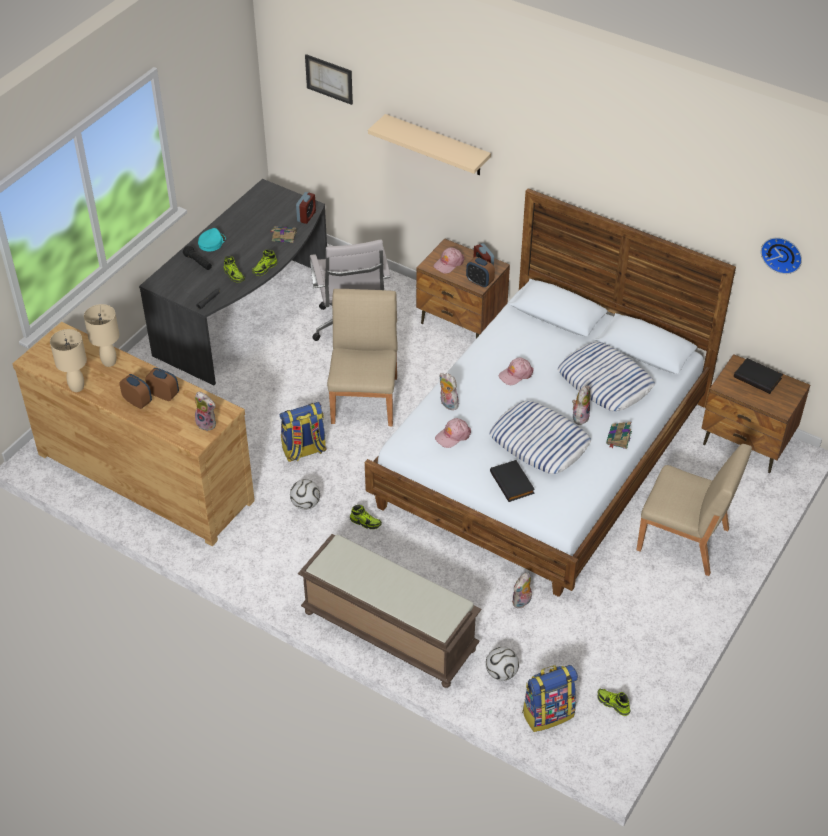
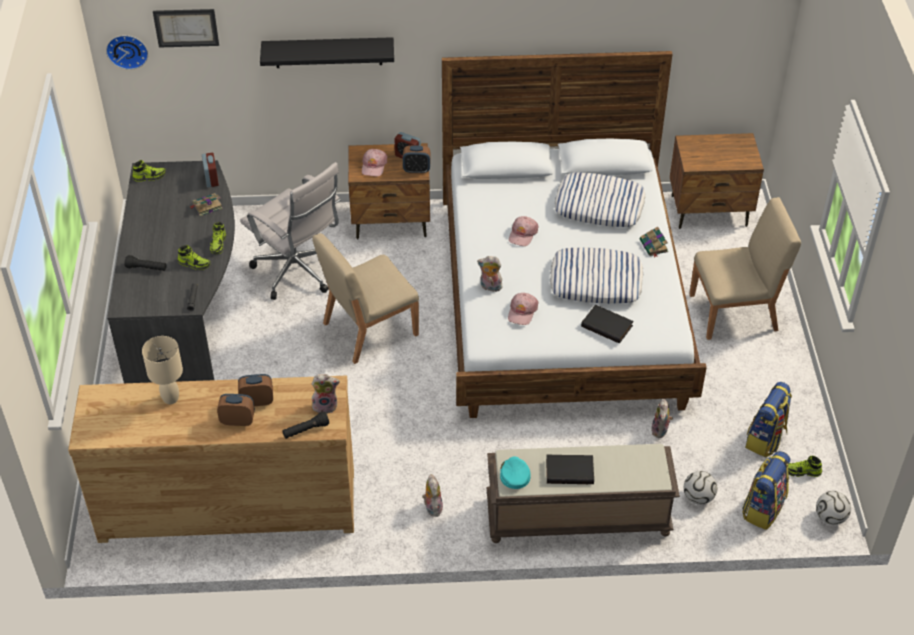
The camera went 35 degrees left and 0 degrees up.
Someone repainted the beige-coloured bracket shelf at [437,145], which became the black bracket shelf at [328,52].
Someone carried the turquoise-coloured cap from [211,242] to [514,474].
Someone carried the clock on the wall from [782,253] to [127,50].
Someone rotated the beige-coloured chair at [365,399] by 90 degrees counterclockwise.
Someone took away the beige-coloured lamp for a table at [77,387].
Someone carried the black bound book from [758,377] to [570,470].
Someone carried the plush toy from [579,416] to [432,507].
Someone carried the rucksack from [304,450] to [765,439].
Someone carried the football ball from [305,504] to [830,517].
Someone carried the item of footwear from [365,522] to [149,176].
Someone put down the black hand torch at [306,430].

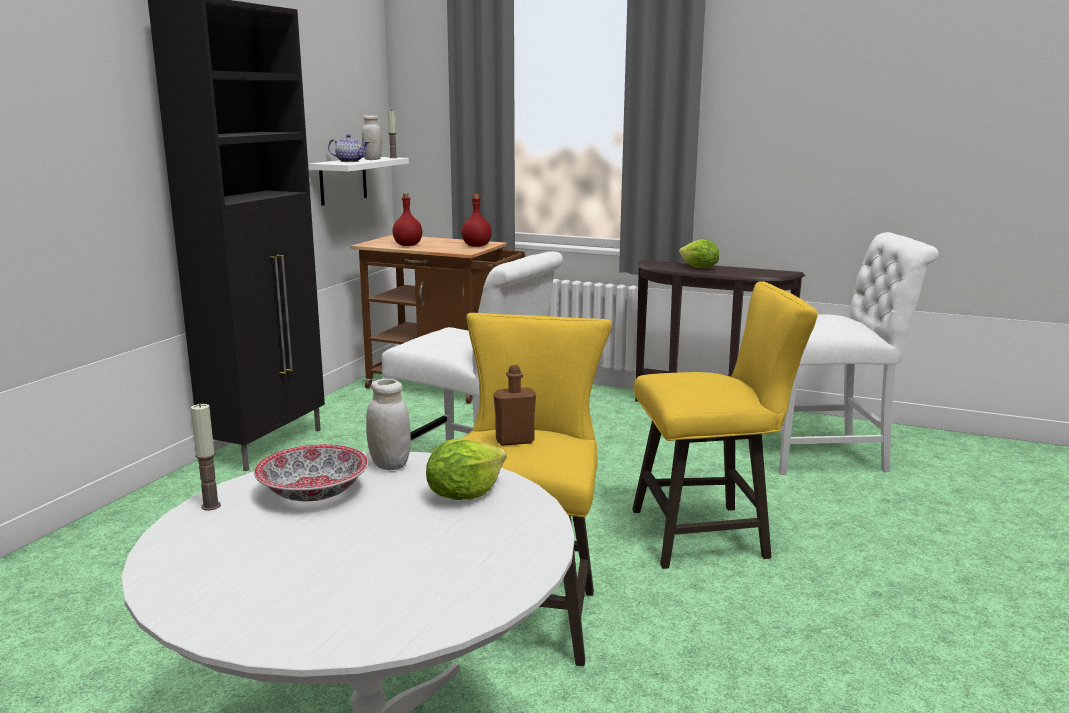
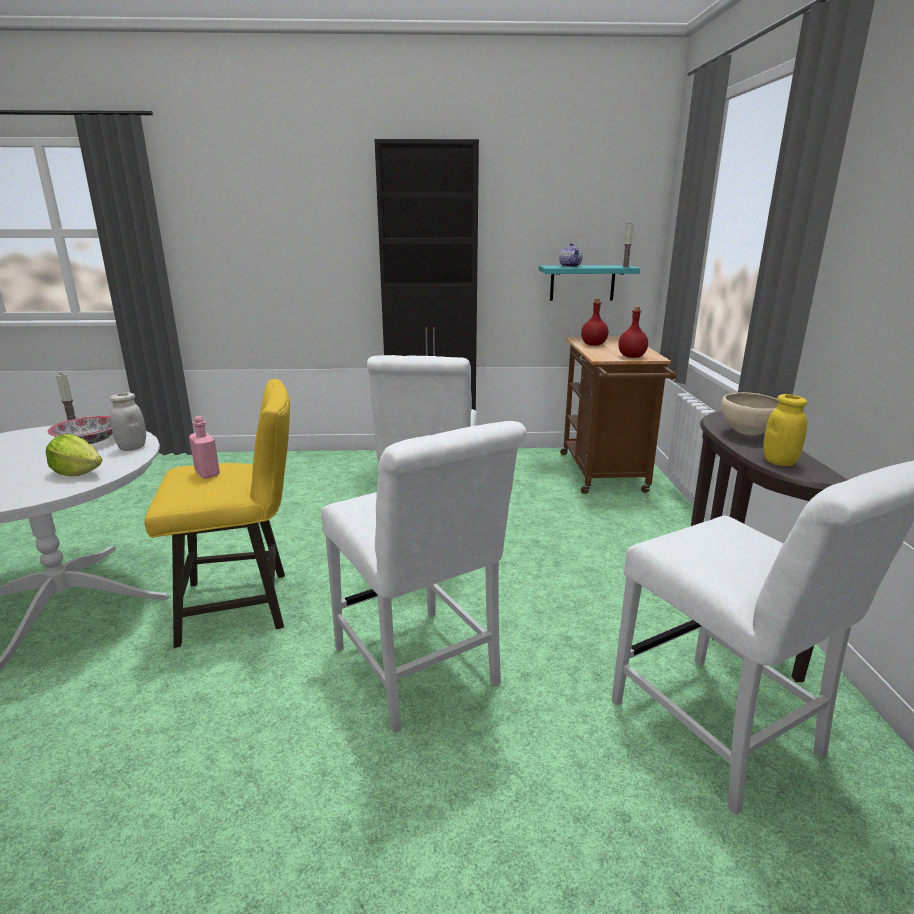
The camera went 65 degrees right and 5 degrees up.
Someone took away the whitish preserve jar at [373,159].
Someone repainted the whitish bracket shelf at [343,180], which became the turquoise-coloured bracket shelf at [582,283].
Someone swapped the lettuce head at [699,268] for the beige-coloured deep dish at [747,434].
Someone swapped the yellow sitting stool at [710,534] for the whitish chair at [419,671].
Someone repainted the brown beverage bottle at [515,441], which became the pink-coloured beverage bottle at [207,473].
Someone put down the yellow preserve jar at [779,462].

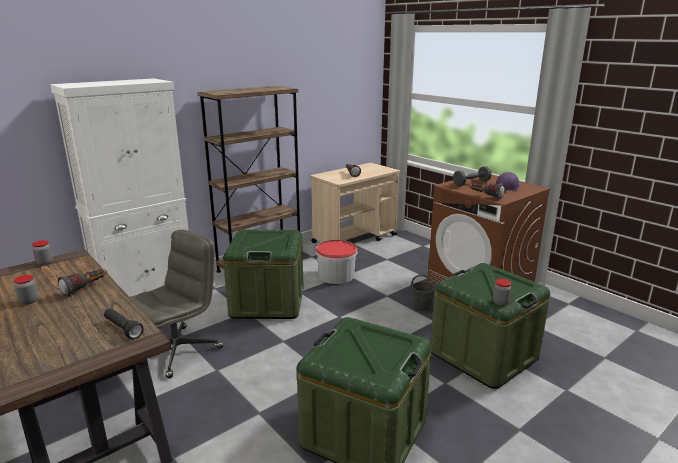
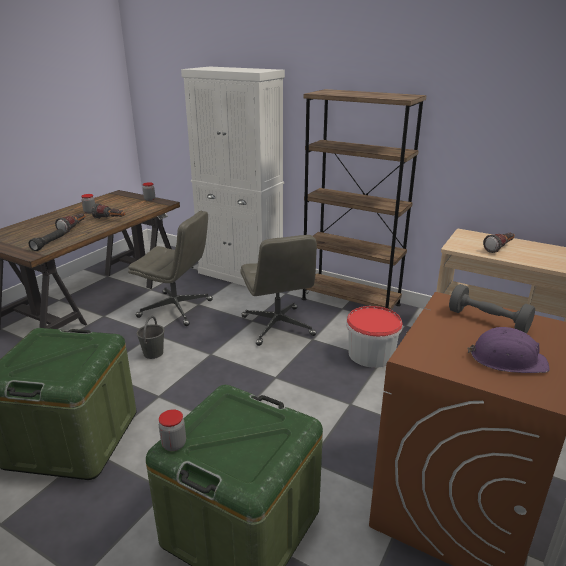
The camera went 70 degrees right and 5 degrees up.
Someone carried the hand torch from [485,196] to [74,228].
Someone swapped the green storage container at [267,302] for the gray desk chair at [278,326].
Someone carried the gray bucket from [422,306] to [153,353].

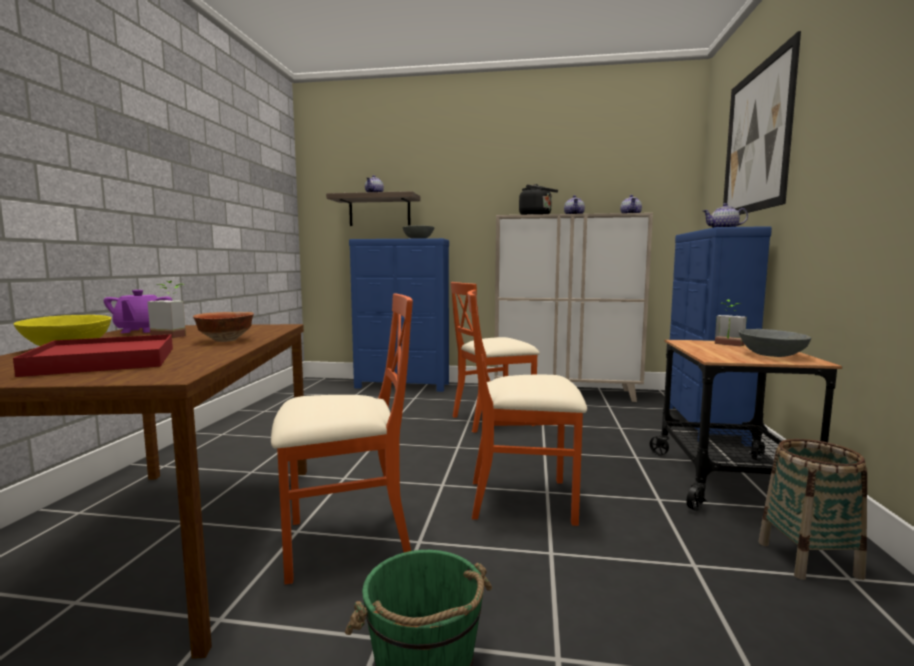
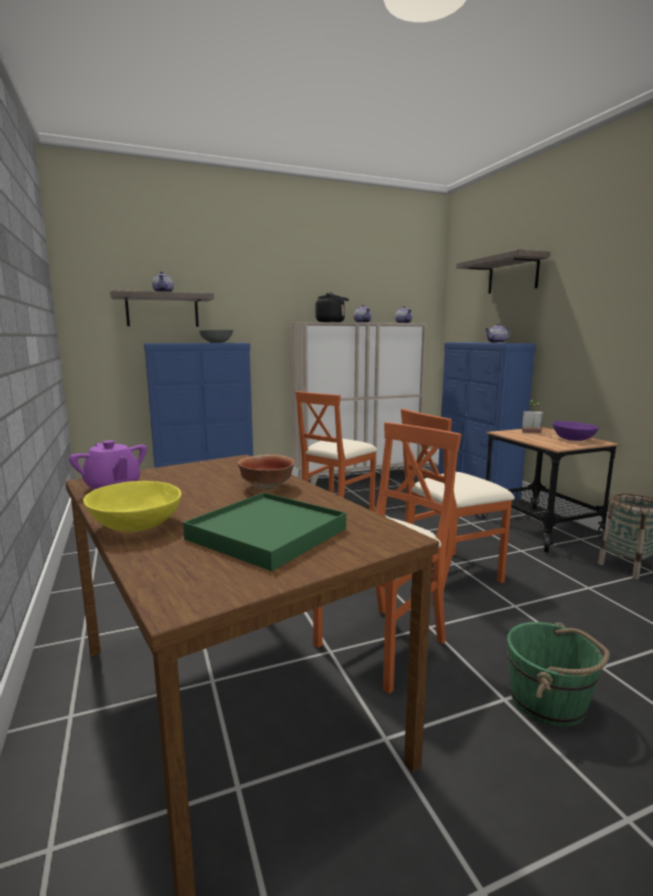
The camera went 30 degrees left and 5 degrees up.
Someone swapped the wall picture at [756,139] for the bracket shelf at [513,275].
Someone took away the plant in a pot at [173,335].
Someone repainted the gray deep dish at [770,355], which became the purple deep dish at [572,439].
Someone repainted the reddish tray at [104,361], which became the green tray at [266,534].

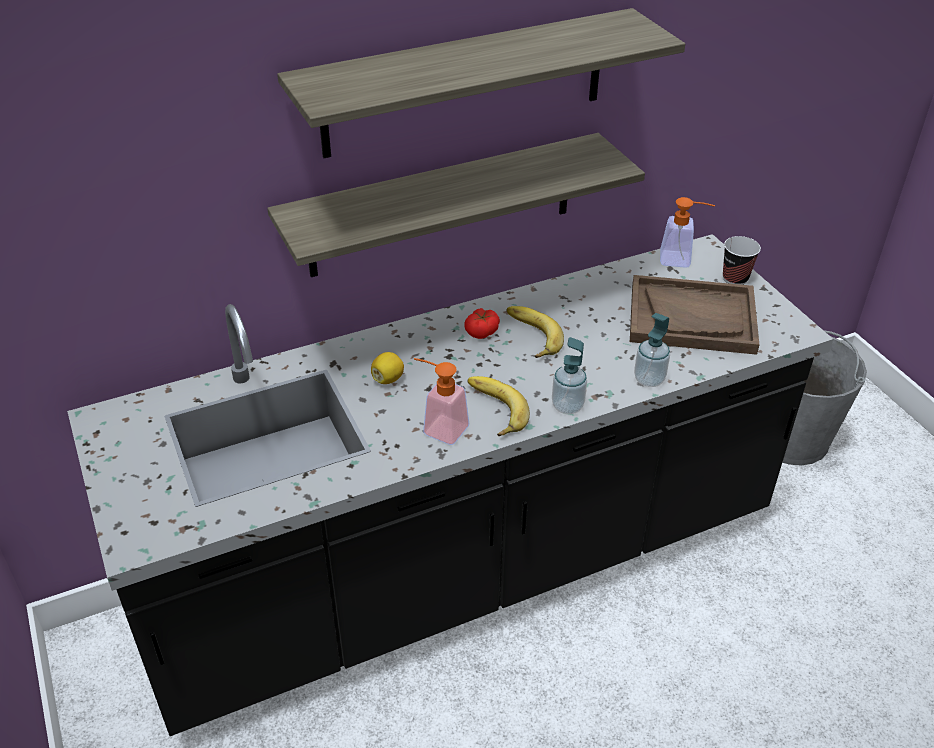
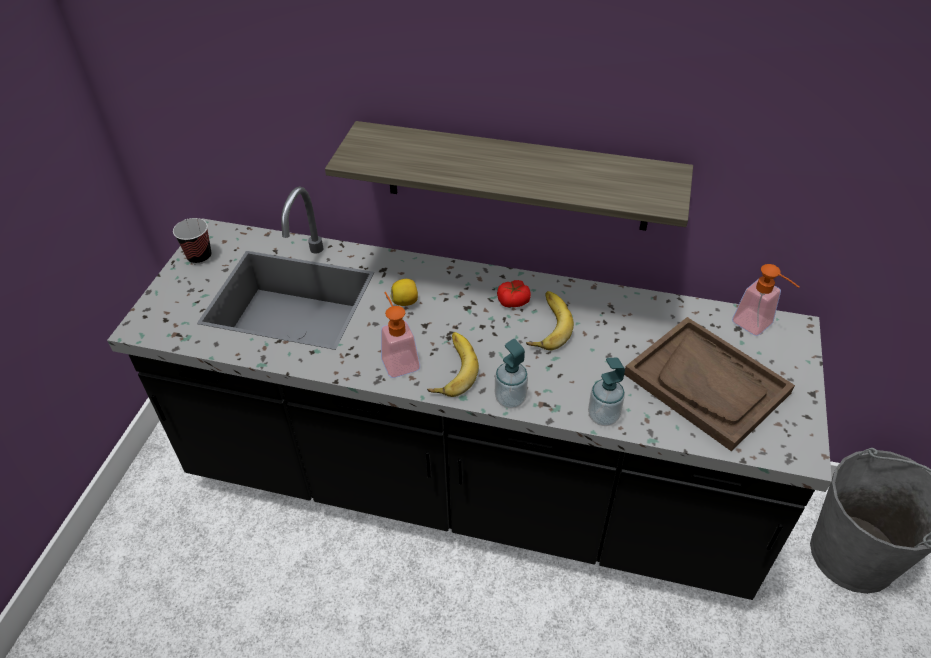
The camera went 40 degrees right and 5 degrees up.
Someone took away the bracket shelf at [465,83].
Someone carried the small cup from [735,278] to [199,257].

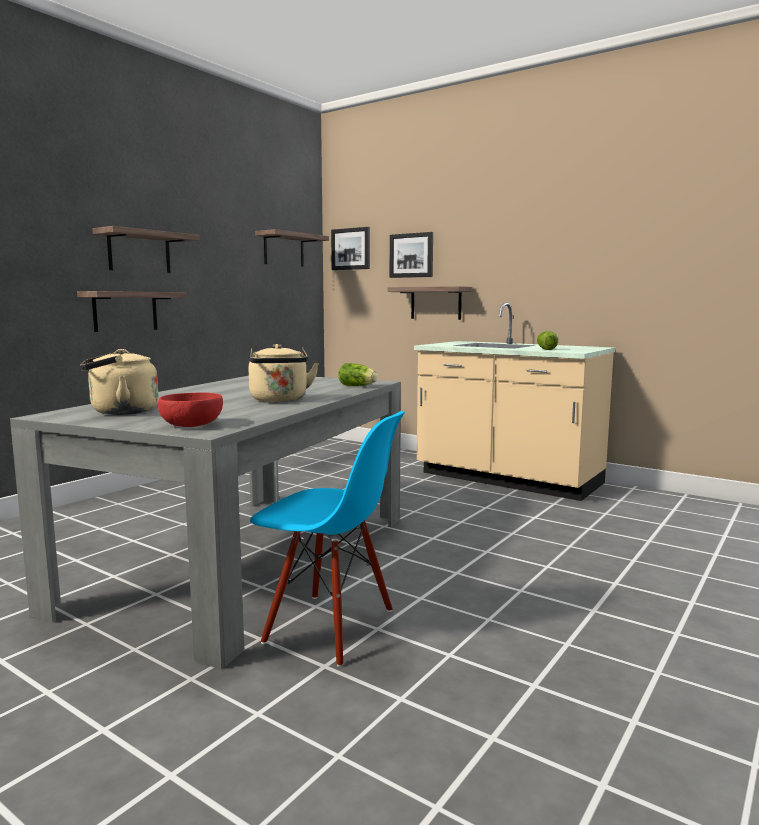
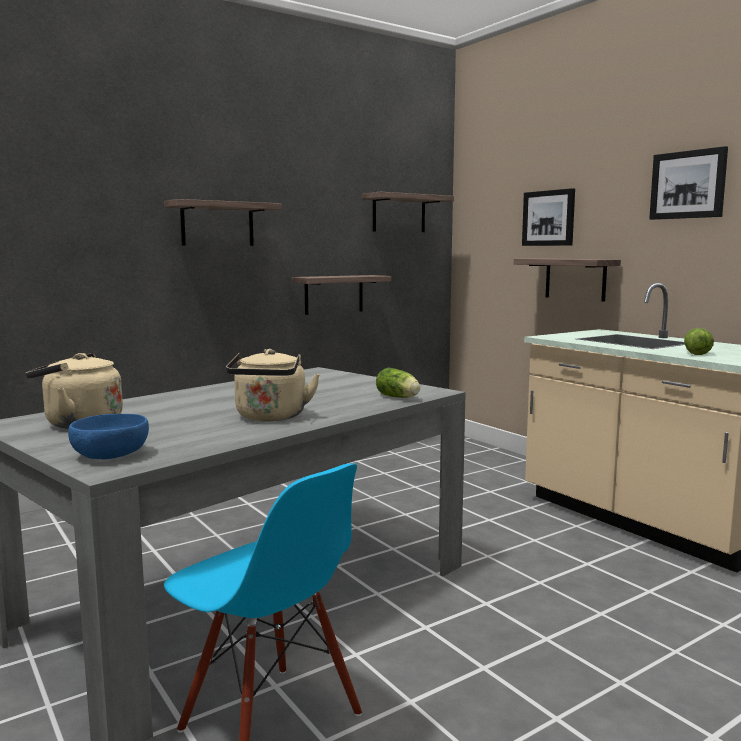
The camera went 20 degrees right and 0 degrees up.
Someone carried the wall picture from [351,249] to [688,185].
Someone carried the bracket shelf from [125,311] to [334,294].
Someone repainted the reddish deep dish at [192,425], which became the blue-coloured deep dish at [112,455].

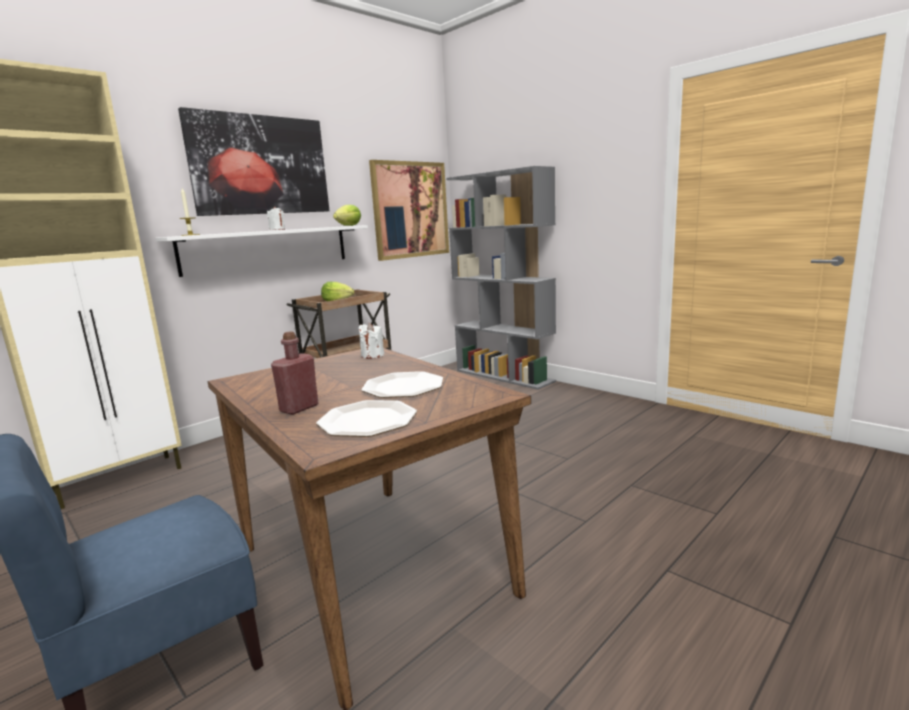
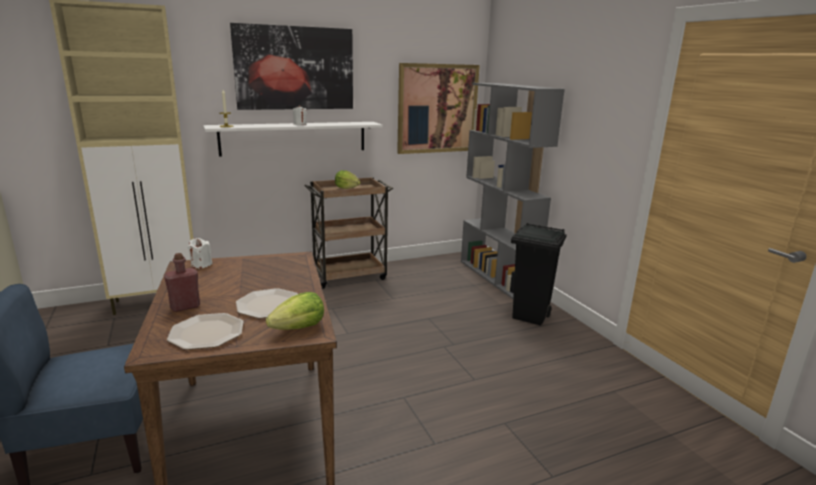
The camera went 20 degrees right and 5 degrees up.
Someone carried the lettuce head from [348,225] to [299,328].
Someone carried the whitish wax light from [372,355] to [201,265].
Someone put down the black trash can at [530,317].

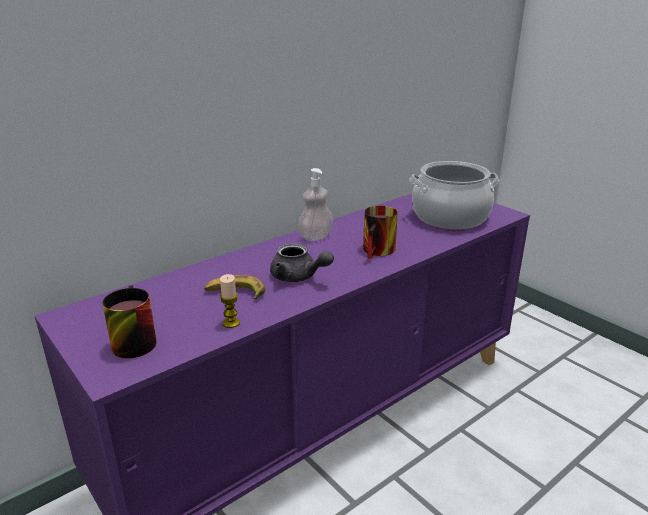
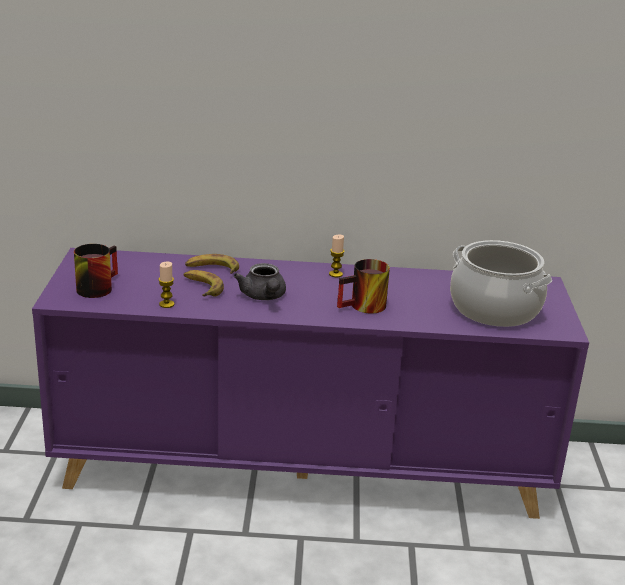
The camera went 40 degrees right and 0 degrees up.
Someone swapped the liquid soap bottle at [315,237] for the wax light at [335,274].
Someone put down the banana fruit at [212,269].

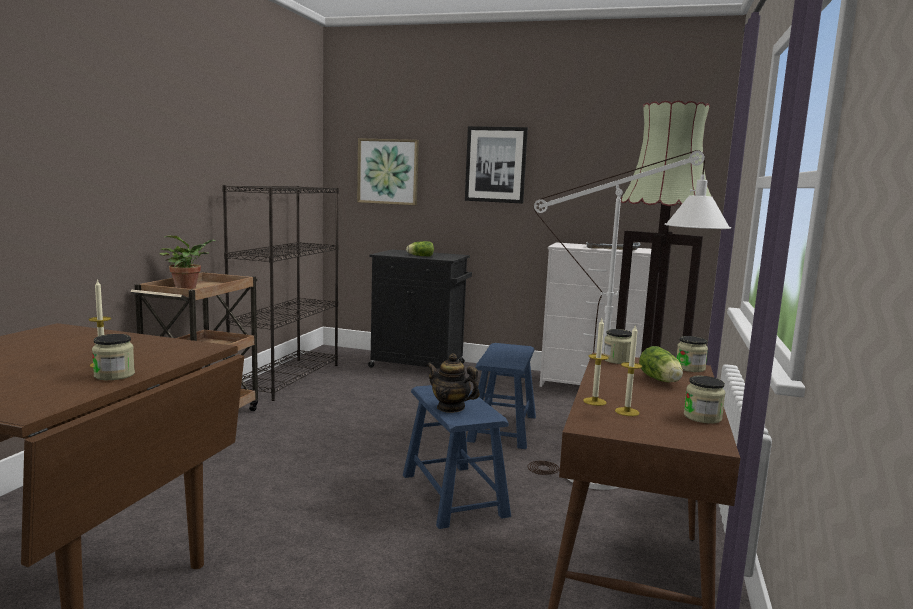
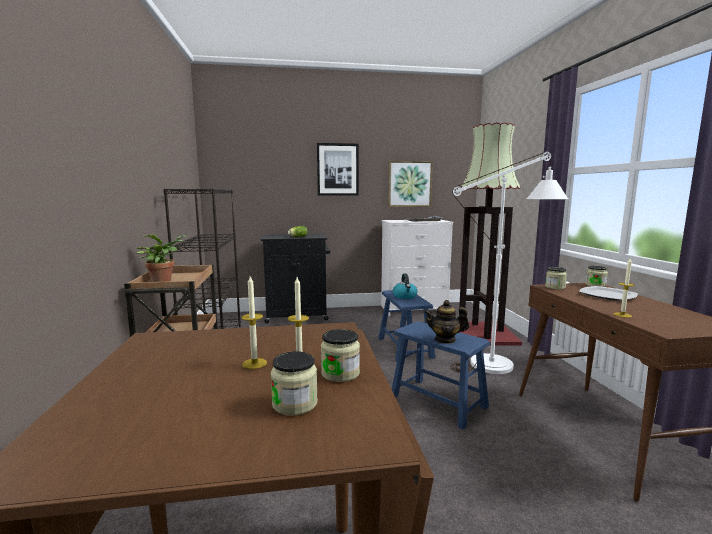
The camera went 25 degrees left and 0 degrees up.
Someone carried the wall picture from [388,171] to [409,184].
Someone carried the wax light from [627,412] to [254,363].
Someone swapped the lettuce head at [661,380] for the flat dish at [607,295].
Someone carried the preserve jar from [702,417] to [295,404].
Someone put down the tea kettle at [405,296].

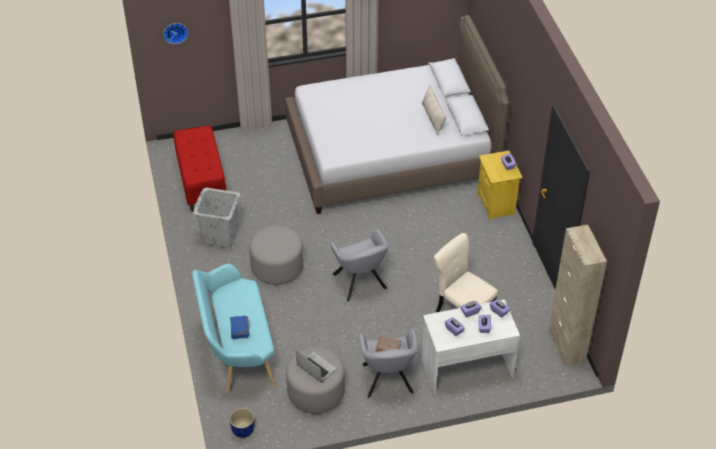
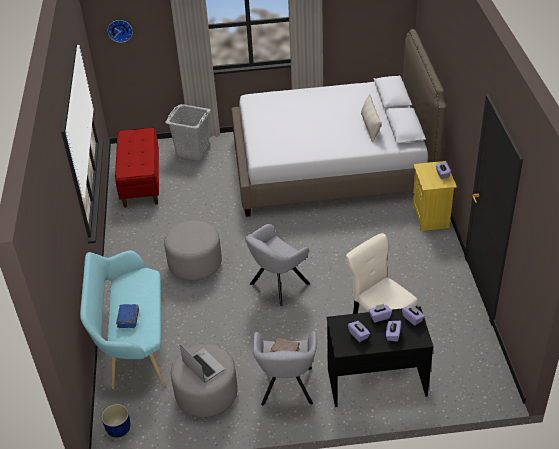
The camera went 10 degrees right and 5 degrees down.
Someone carried the gray hamper from [220,236] to [192,151].
Someone took away the beige-coloured storage cabinet at [566,346].
Someone rotated the gray armchair at [360,283] by 60 degrees clockwise.
Someone repainted the whitish desk table at [466,367], which became the black desk table at [376,381].

